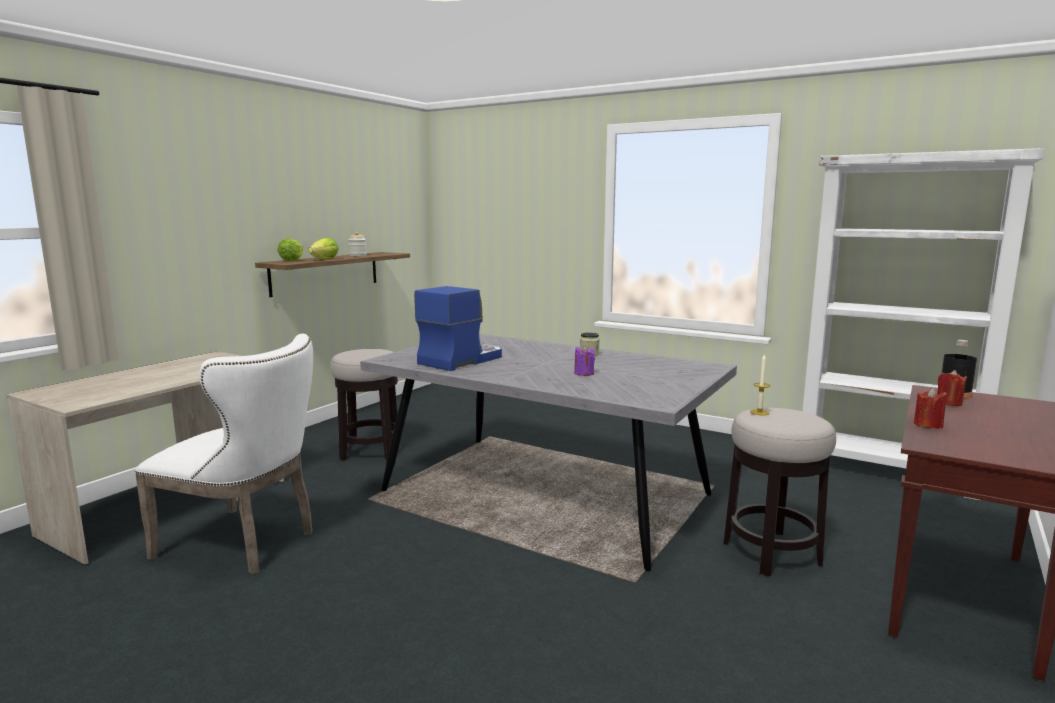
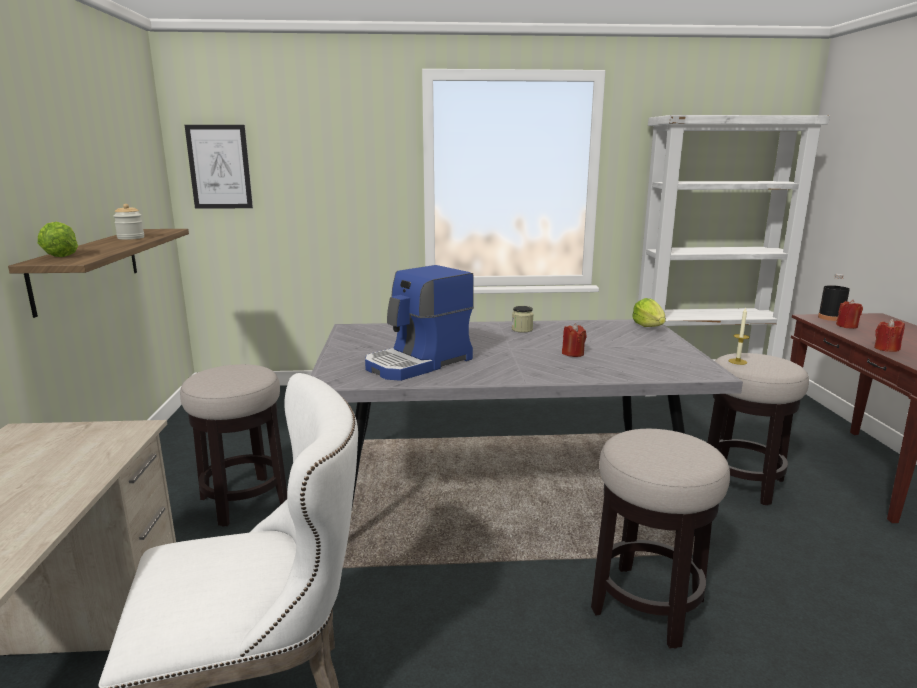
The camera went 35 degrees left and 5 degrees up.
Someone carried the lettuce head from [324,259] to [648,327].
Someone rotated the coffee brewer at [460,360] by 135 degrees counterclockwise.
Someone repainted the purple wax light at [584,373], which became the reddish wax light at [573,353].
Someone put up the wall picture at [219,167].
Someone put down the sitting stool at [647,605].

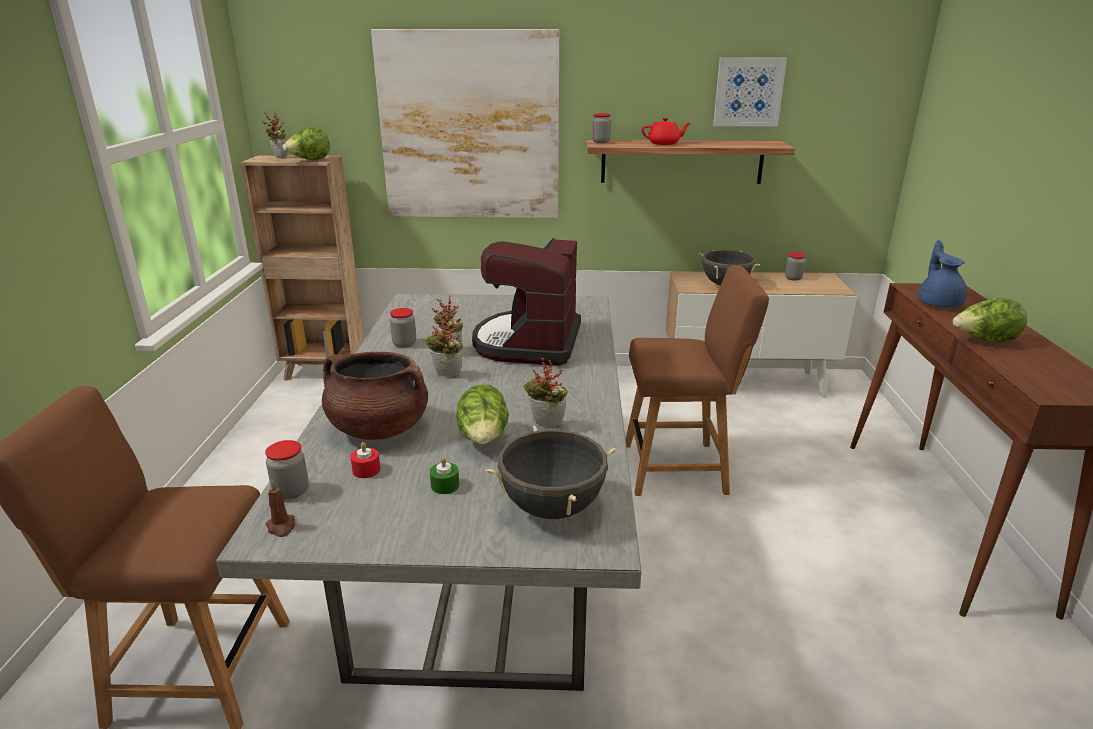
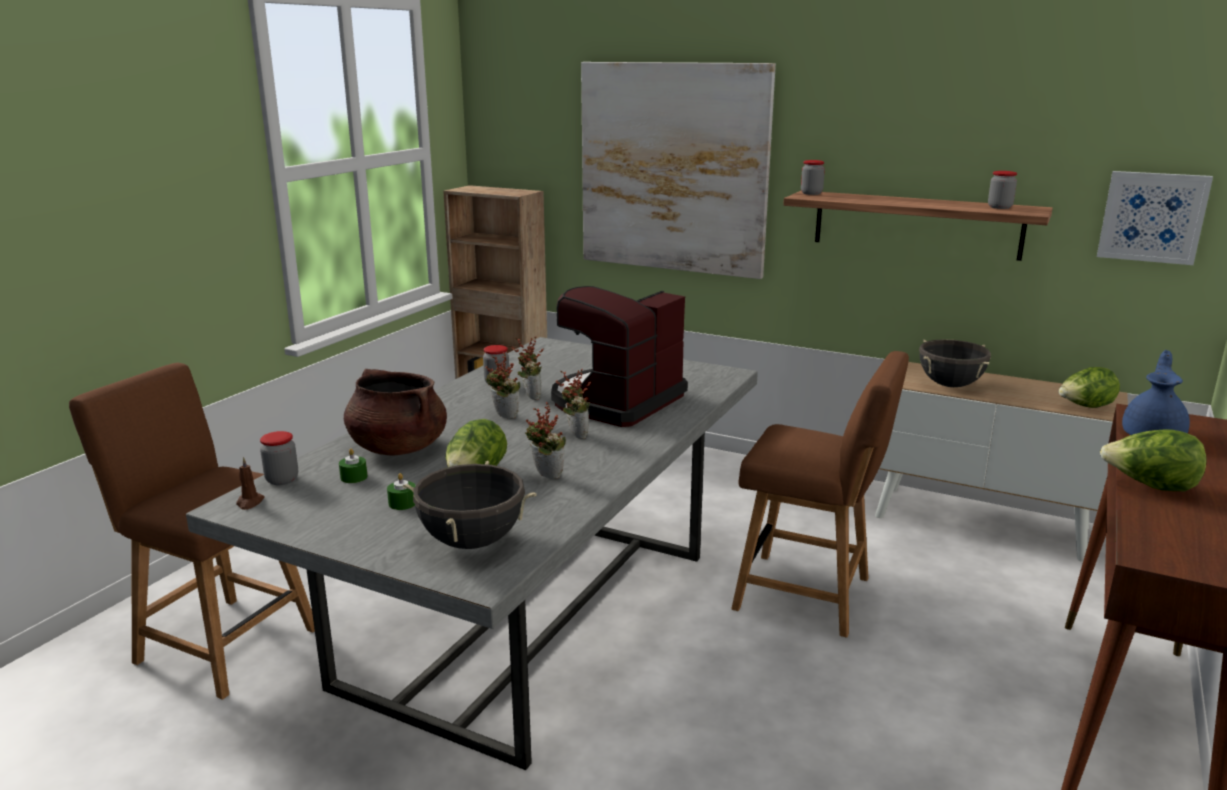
The camera went 25 degrees right and 5 degrees down.
Someone carried the wall picture from [748,92] to [1152,217].
Someone carried the plant in a pot from [278,158] to [574,435].
Someone took away the reddish pot for tea at [664,143].
Someone carried the lettuce head from [310,160] to [1085,407].
Someone carried the preserve jar from [793,278] to [999,207].
Someone repainted the reddish wax light at [366,470], which became the green wax light at [354,477].

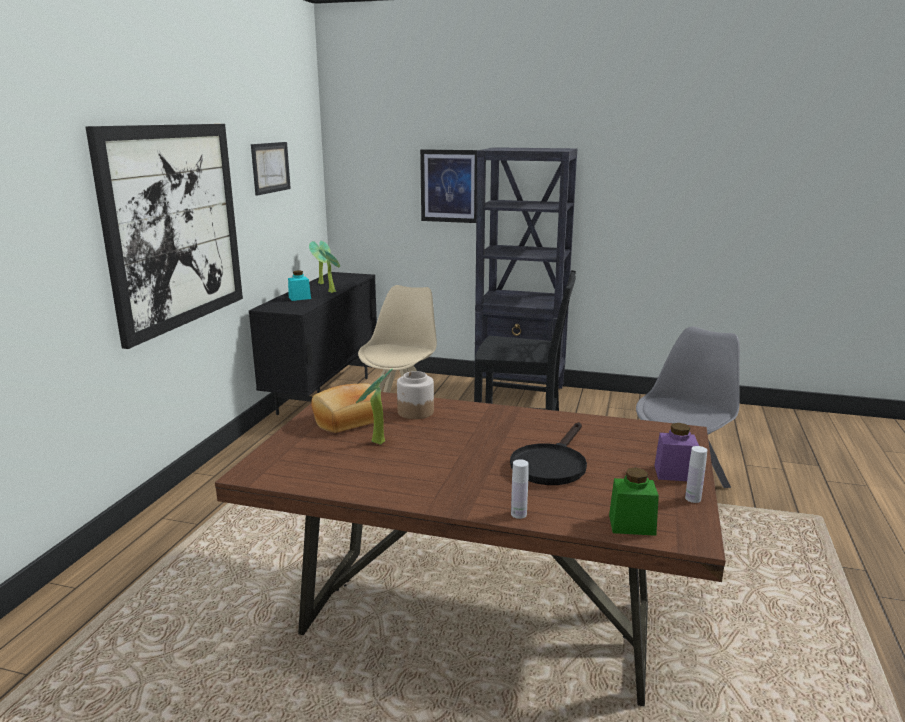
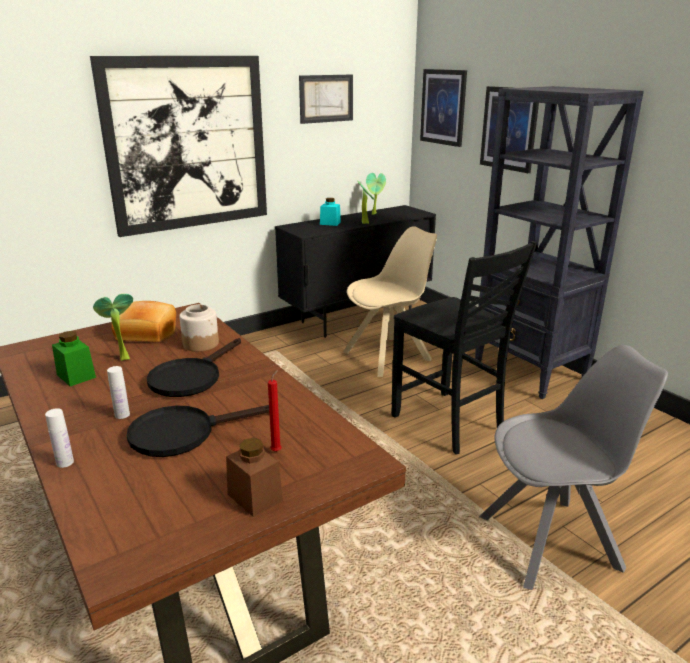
The camera went 40 degrees right and 5 degrees up.
Someone repainted the purple preserve jar at [675,473], which became the brown preserve jar at [255,497].
Someone carried the whitish beverage bottle from [693,499] to [122,415].
Someone carried the green preserve jar from [632,525] to [76,376].
Someone put up the wall picture at [443,107].
Someone put down the black skillet at [191,377].
Someone put down the reddish wax light at [277,450].

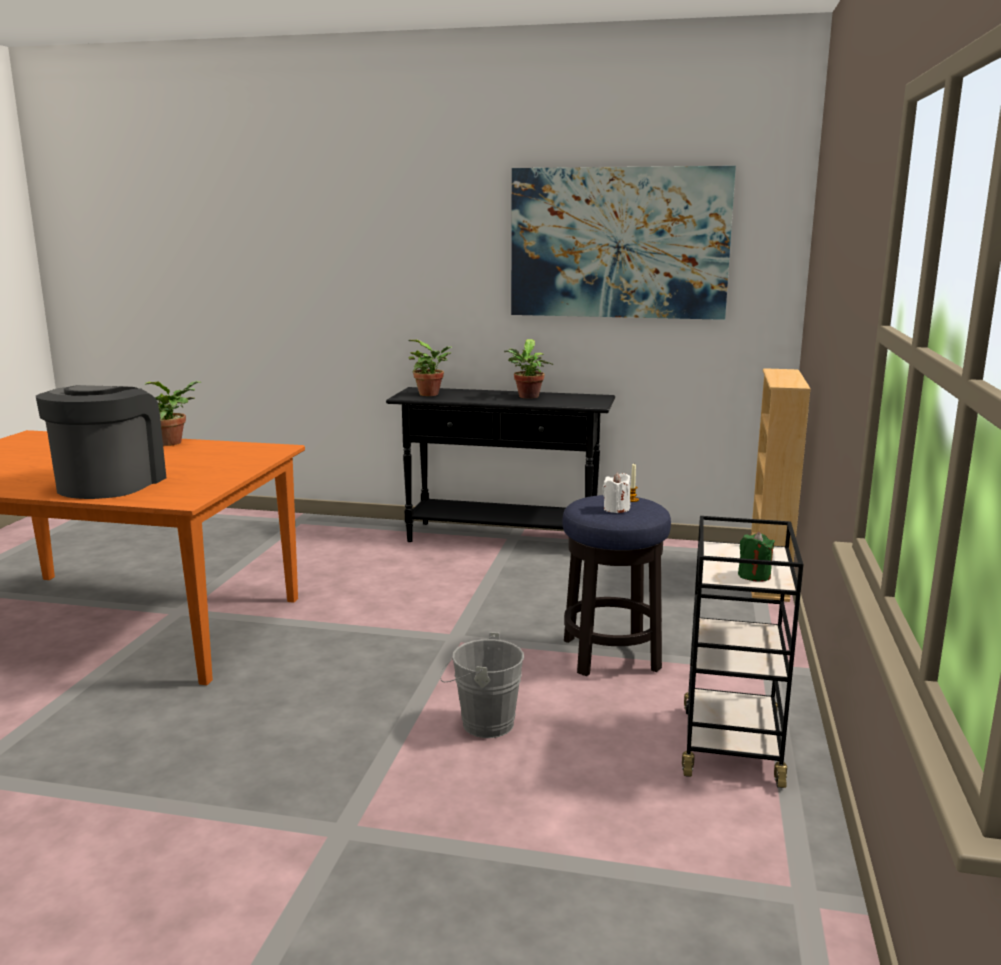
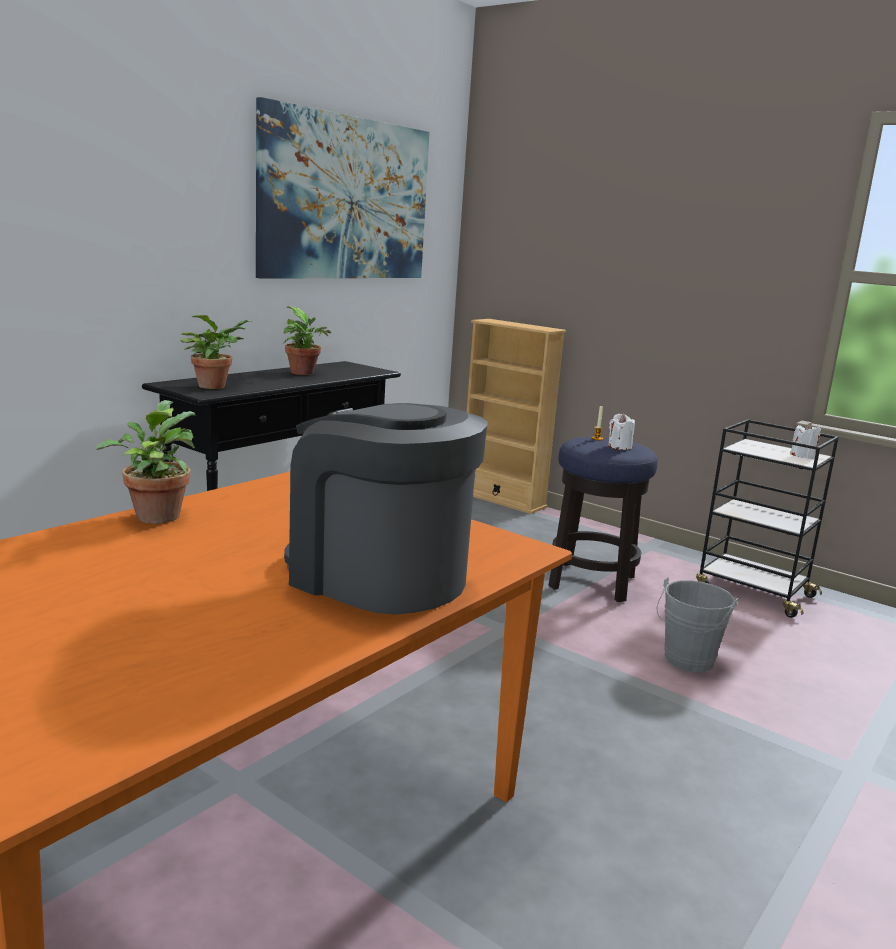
The camera went 65 degrees left and 0 degrees up.
Someone repainted the green wax light at [754,576], which became the whitish wax light at [803,456].

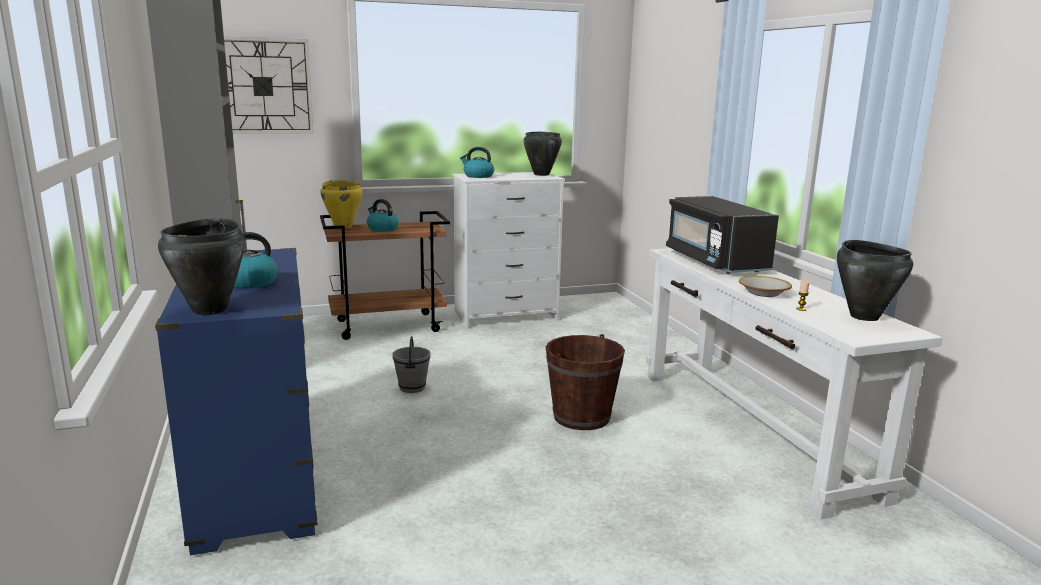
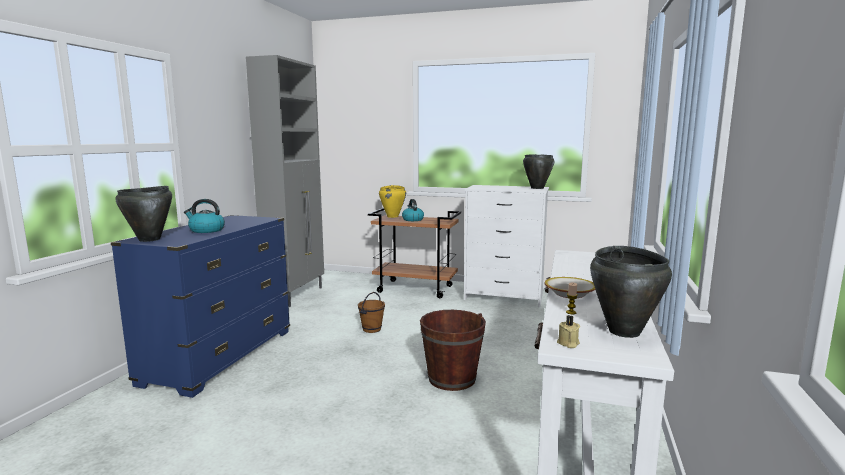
The camera went 35 degrees right and 5 degrees down.
Someone took away the clock on the wall at [263,86].
Someone took away the tea kettle at [478,176].
Someone took away the black kitchen microwave at [714,261].
Someone repainted the gray bucket at [412,388], which became the brown bucket at [372,329].
Someone put down the beige-coloured wax light at [568,343].

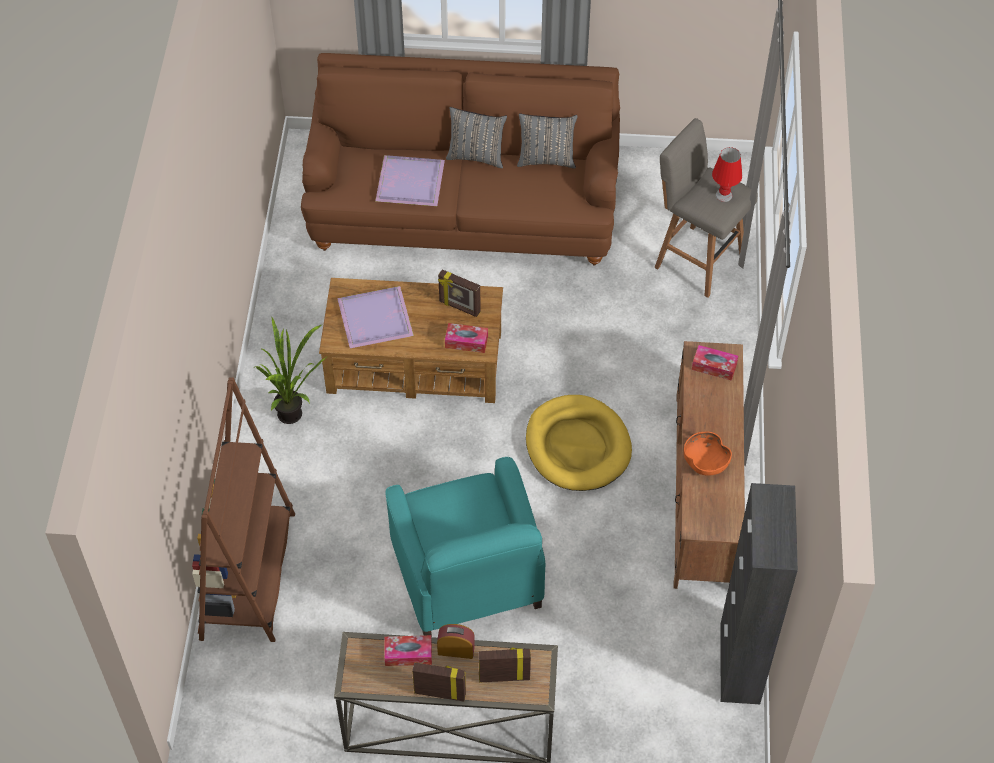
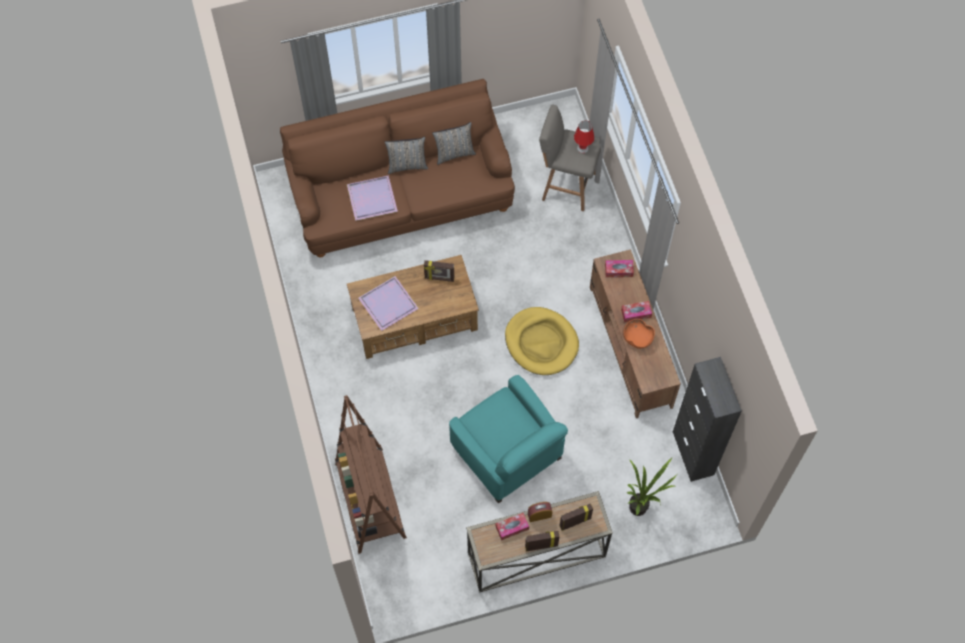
The camera went 20 degrees left and 10 degrees up.
Someone carried the plant in a pot from [296,416] to [642,507].
Someone carried the box of tissues from [466,342] to [636,313].

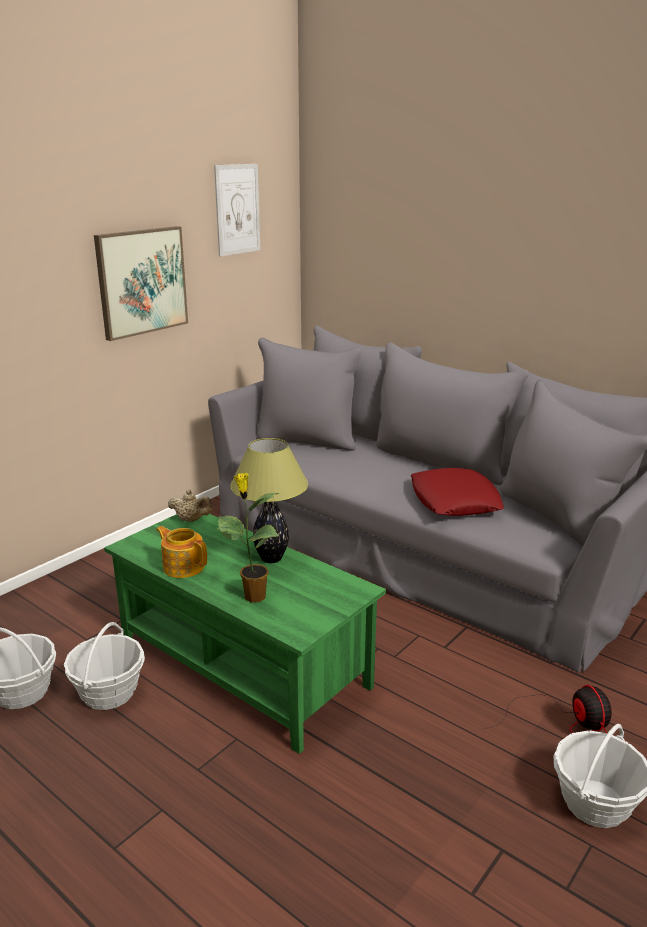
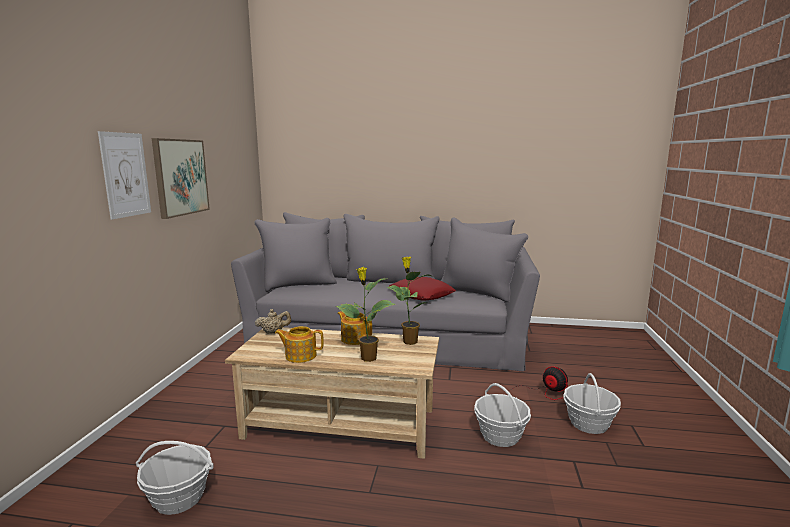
The camera went 30 degrees left and 10 degrees down.
Someone carried the wall picture from [237,209] to [125,175].
Someone swapped the lamp for a table at [272,559] for the pot for tea at [355,339].
Someone repainted the green coffee table at [244,664], which became the beige-coloured coffee table at [341,423].
Someone carried the storage basket from [109,692] to [500,436].
Someone put down the plant in a pot at [409,341].

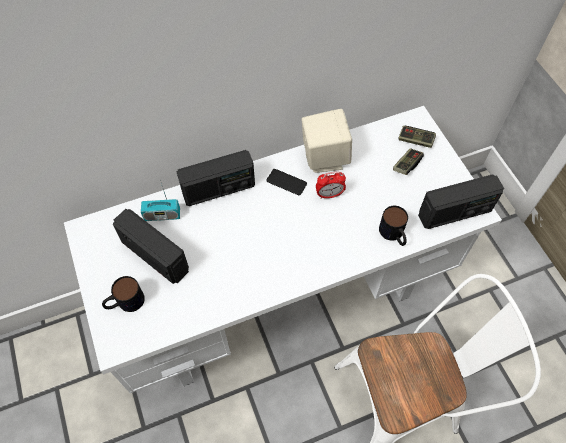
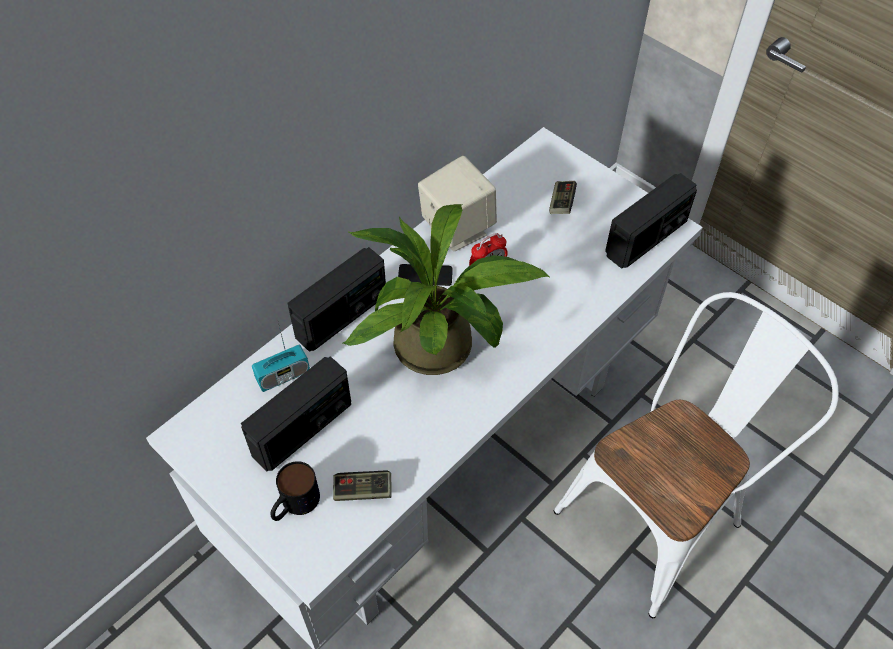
The camera went 25 degrees left and 5 degrees down.
Someone carried the game controller from [415,140] to [363,491].
Someone took away the coffee mug at [393,235].
Someone rotated the radio receiver at [156,255] by 120 degrees clockwise.
Someone put down the plant in a pot at [443,349].

